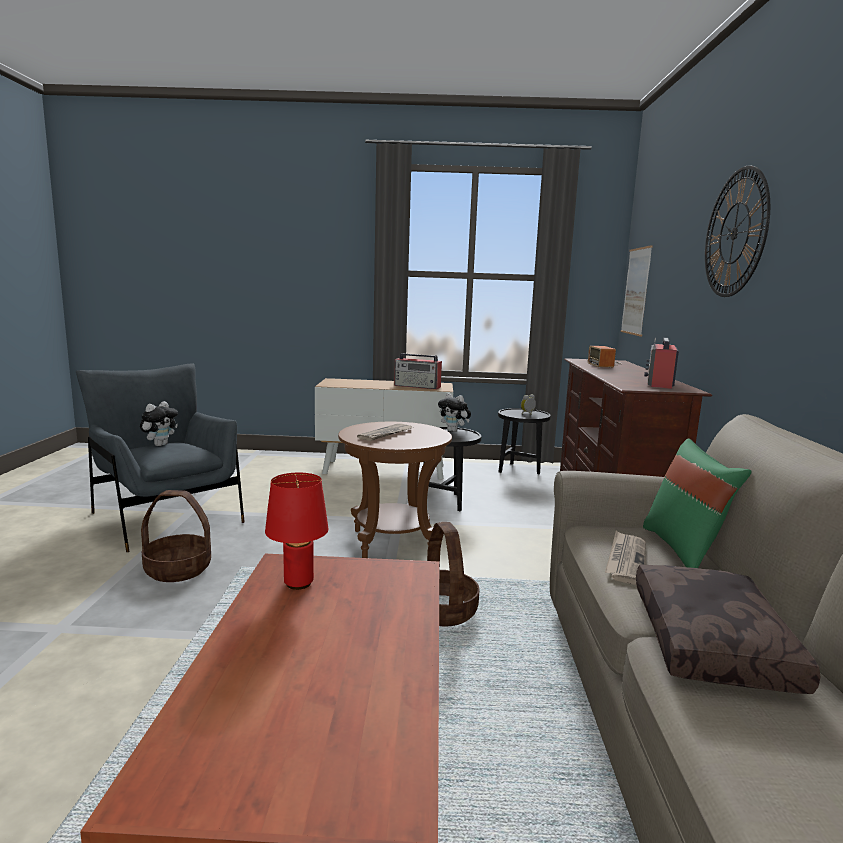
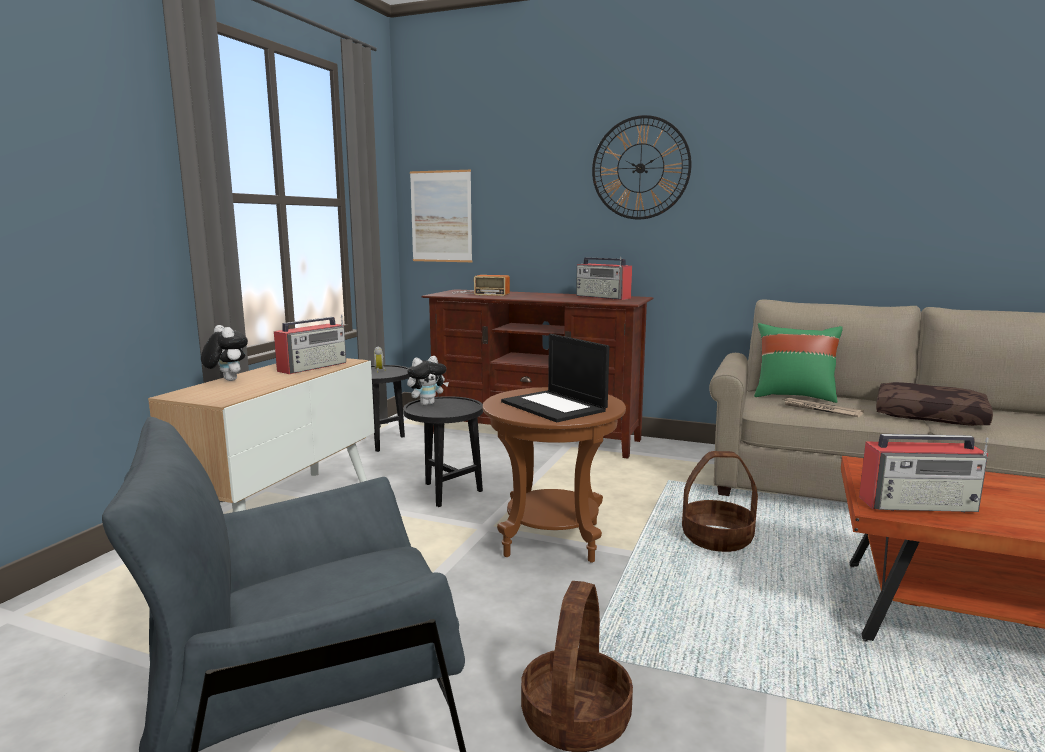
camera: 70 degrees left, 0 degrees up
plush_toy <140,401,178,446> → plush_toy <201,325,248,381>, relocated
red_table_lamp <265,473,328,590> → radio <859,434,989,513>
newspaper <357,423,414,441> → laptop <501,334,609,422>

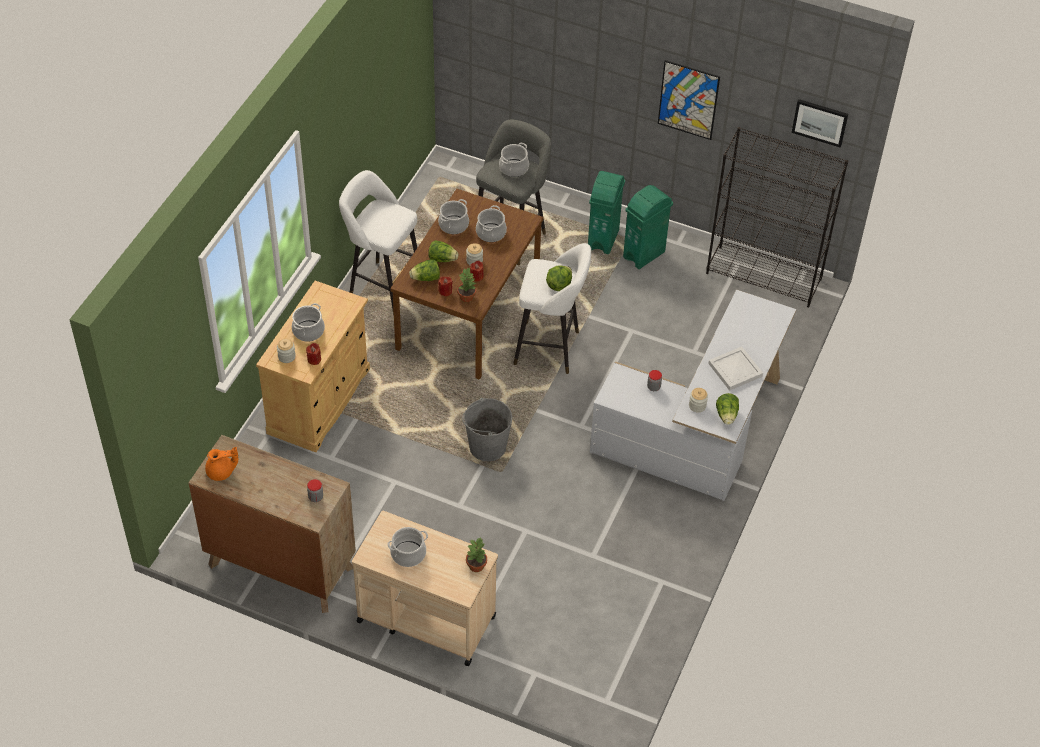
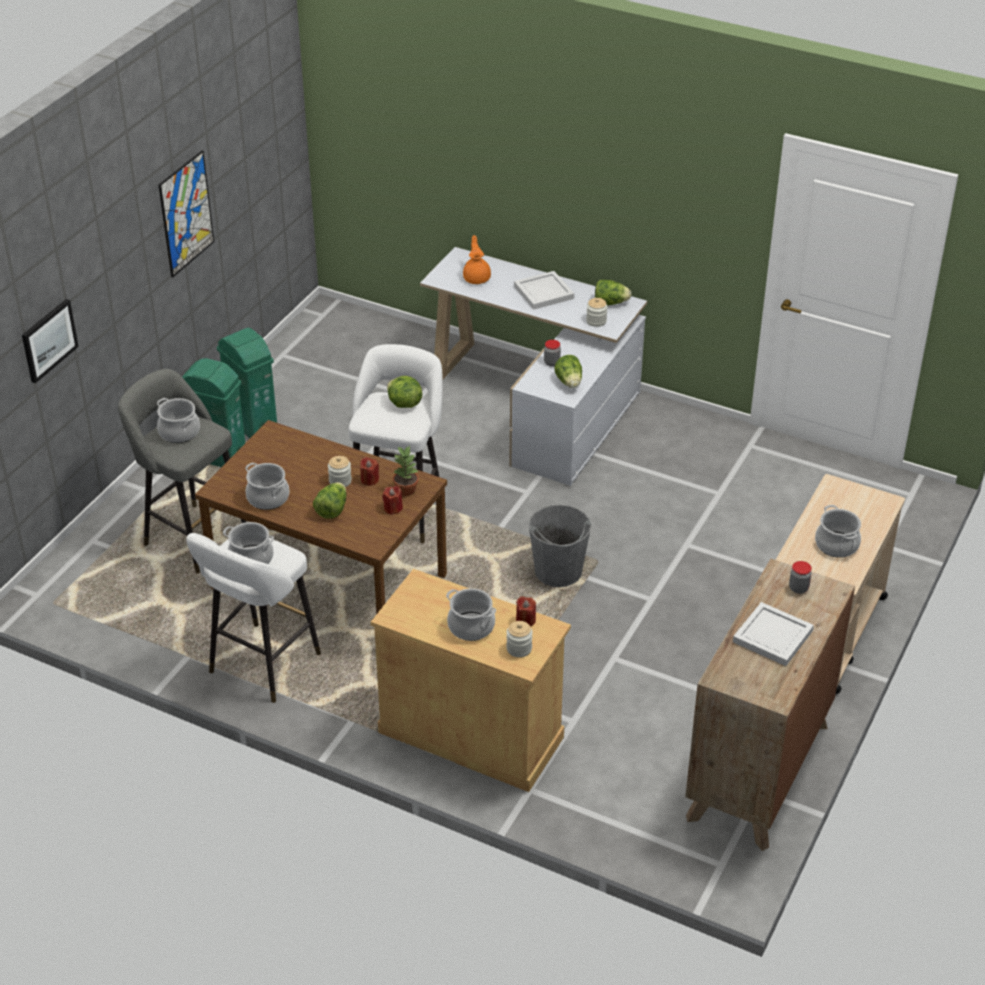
camera: 85 degrees left, 10 degrees down
potted_plant <466,537,487,572> → -
black_bookcase <706,127,848,308> → -
- → white_tray <733,602,814,666>
orange_teapot <205,447,238,481> → orange_teapot <463,235,491,284>, relocated
lettuce <409,259,440,281> → lettuce <555,355,582,388>, relocated
cooking_pot <476,205,507,242> → cooking_pot <223,522,274,564>, relocated
picture <792,99,848,148> → picture <22,299,79,383>, relocated

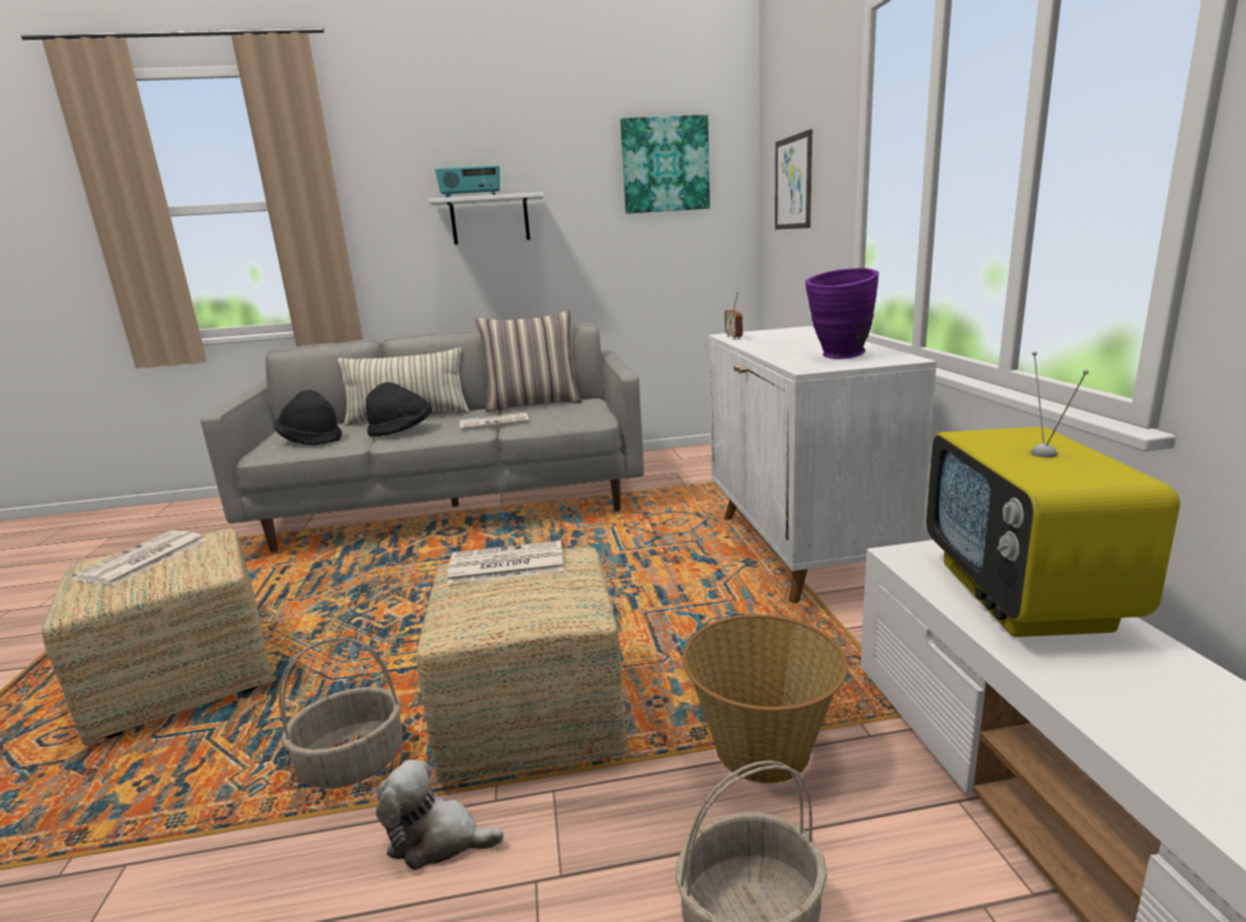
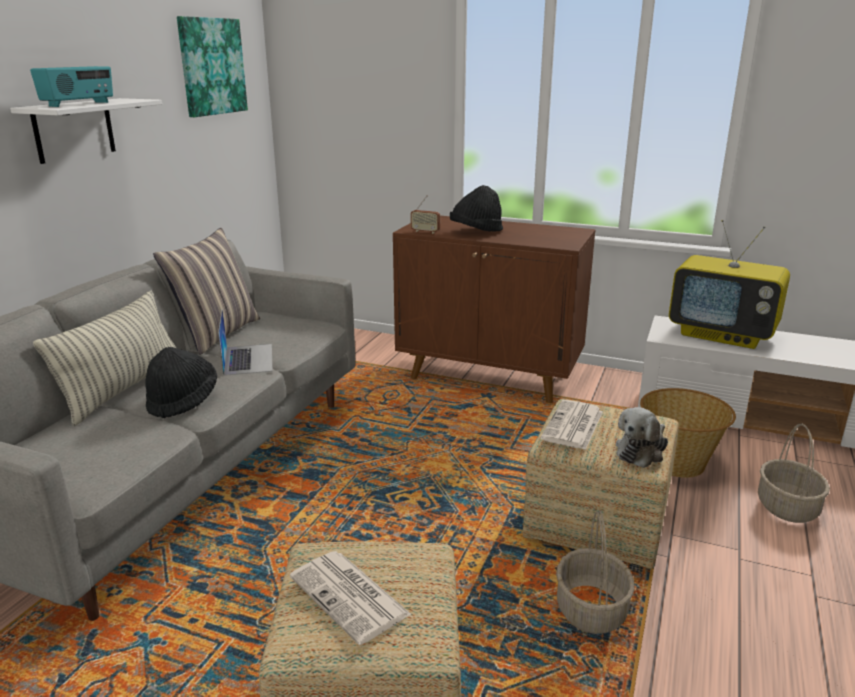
camera: 60 degrees left, 5 degrees up
picture <775,129,812,230> → -
purple_vase <805,268,879,359> → -
black_hat <274,390,342,445> → black_hat <450,185,503,232>, relocated
plush_toy <376,760,504,870> → plush_toy <616,407,668,468>, relocated
newspaper <460,412,529,430> → laptop <218,309,273,376>
white_cabinet <708,326,937,603> → brown_cabinet <393,216,596,403>

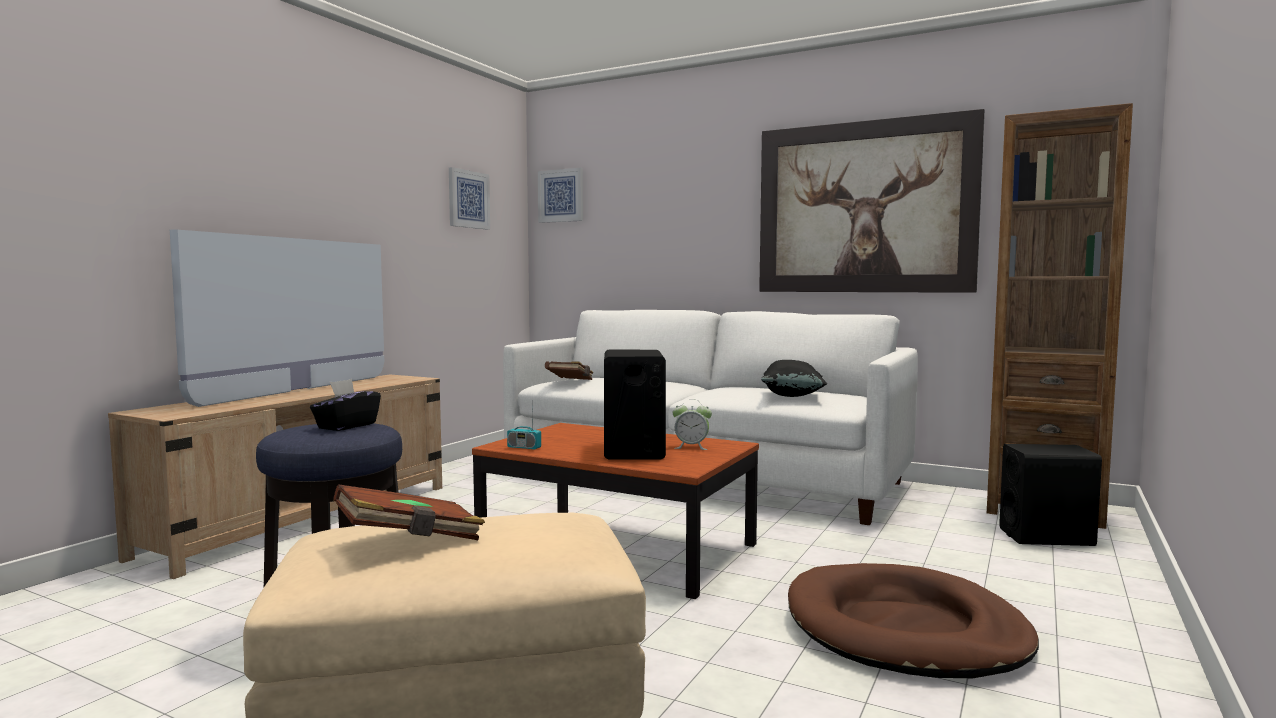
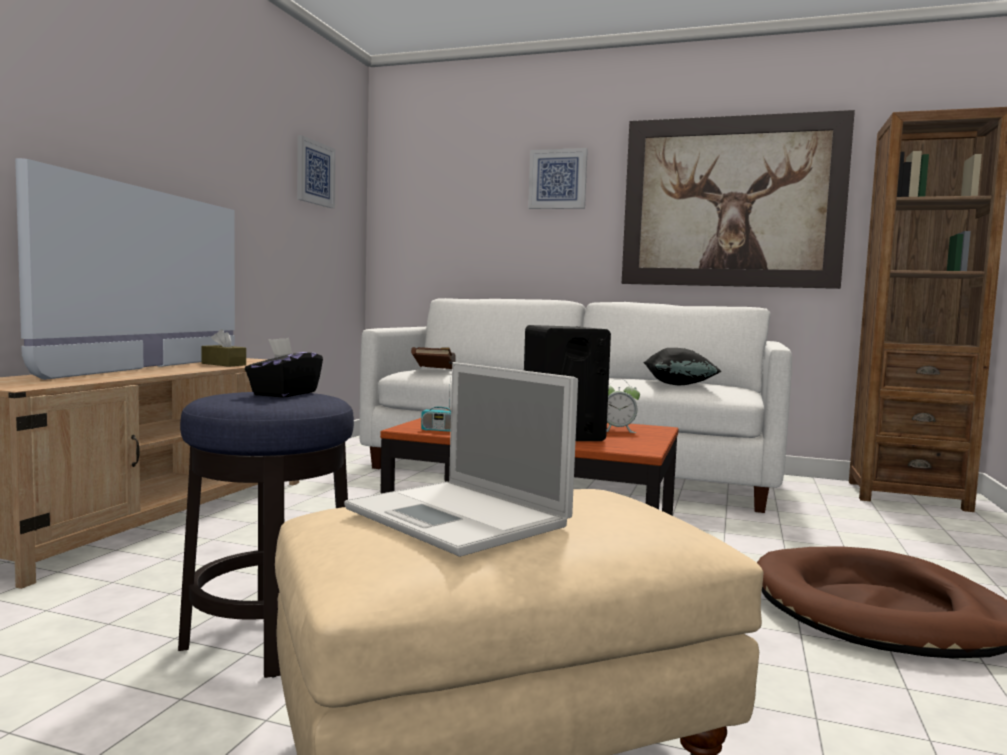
camera: 10 degrees left, 0 degrees up
black_speaker <999,444,1102,546> → -
- → brown_tissue_box <201,329,246,367>
picture <538,168,583,223> → picture <528,148,588,209>, relocated
brown_book <333,484,485,540> → laptop <344,362,578,557>

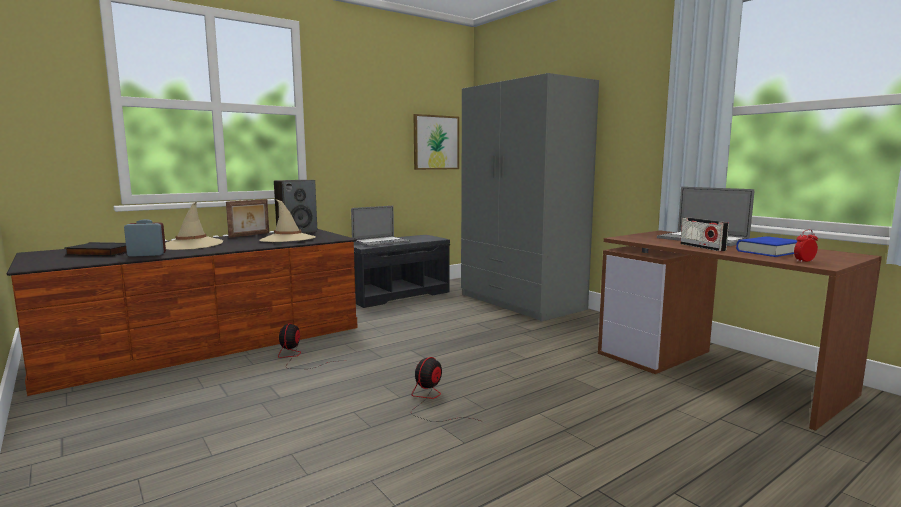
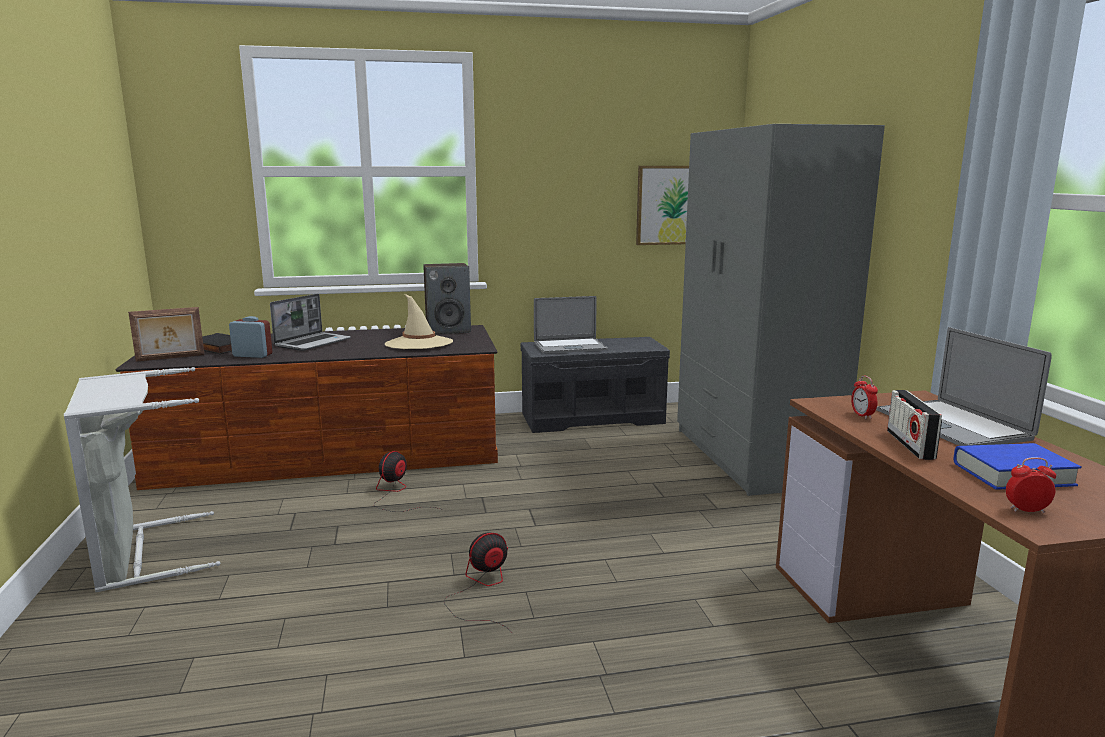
camera: 25 degrees right, 5 degrees up
- → grey_laundry_basket <64,367,220,592>
- → alarm_clock <851,376,878,419>
picture_frame <226,199,269,238> → picture_frame <128,307,205,362>, relocated
beige_hat <165,202,223,250> → laptop <270,294,351,351>

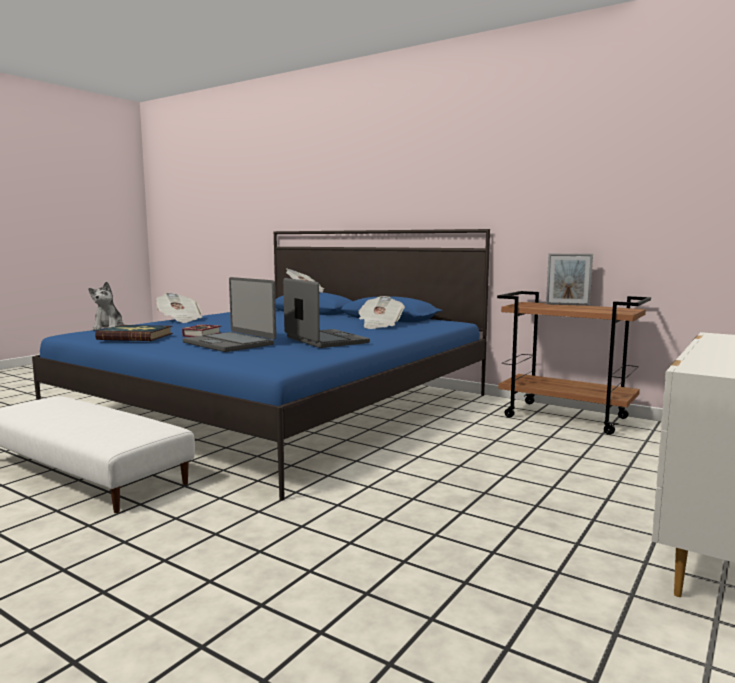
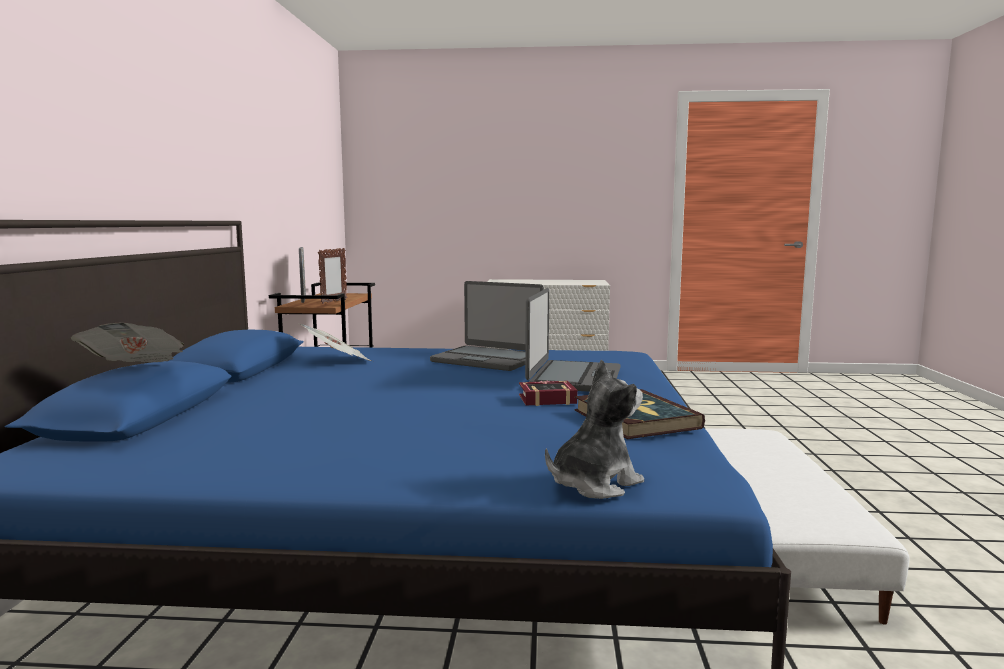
camera: 120 degrees left, 0 degrees up
newspaper <156,293,202,323> → -
- → picture_frame <318,248,347,304>
laptop <283,278,370,348> → laptop <430,281,544,371>, 90 degrees counterclockwise

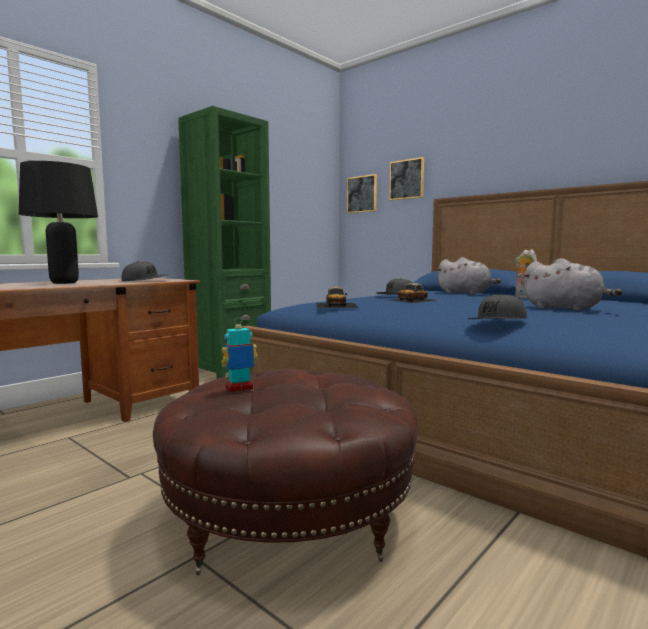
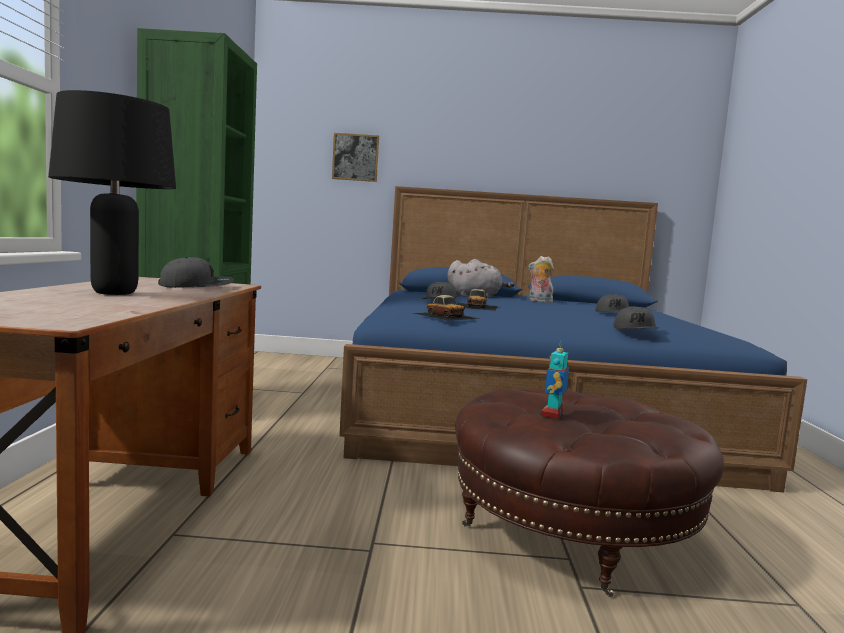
camera: 40 degrees left, 0 degrees up
picture <347,174,377,213> → -
grey_plush_toy <523,258,623,311> → grey_cap <595,294,629,312>

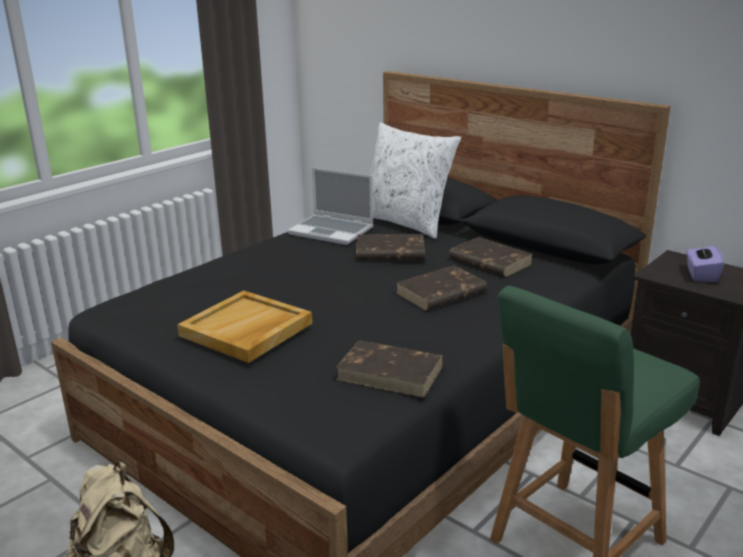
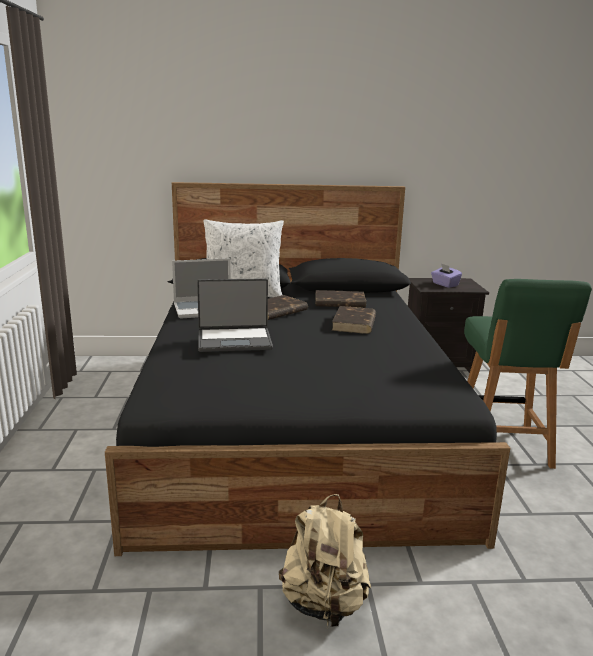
camera: 45 degrees left, 5 degrees down
beige_tray <177,290,312,363> → -
brown_book <336,340,444,398> → -
- → laptop <197,278,273,352>

